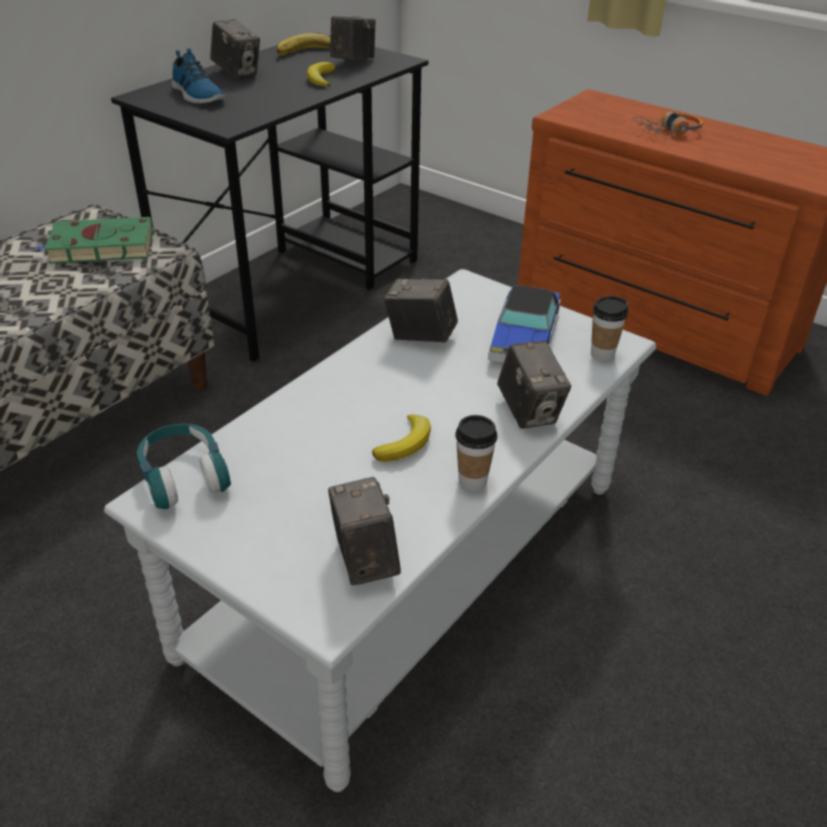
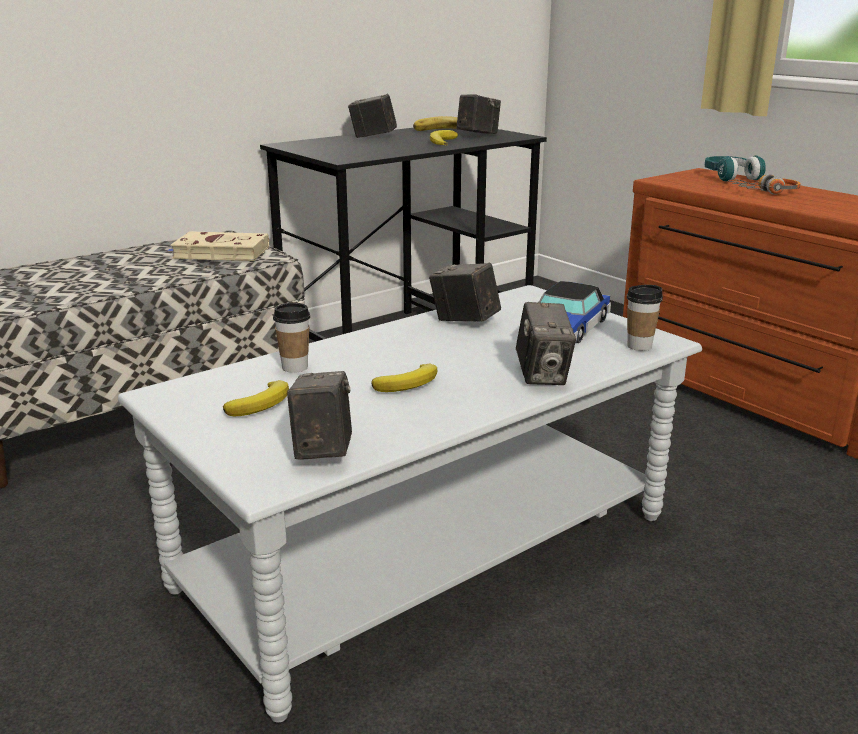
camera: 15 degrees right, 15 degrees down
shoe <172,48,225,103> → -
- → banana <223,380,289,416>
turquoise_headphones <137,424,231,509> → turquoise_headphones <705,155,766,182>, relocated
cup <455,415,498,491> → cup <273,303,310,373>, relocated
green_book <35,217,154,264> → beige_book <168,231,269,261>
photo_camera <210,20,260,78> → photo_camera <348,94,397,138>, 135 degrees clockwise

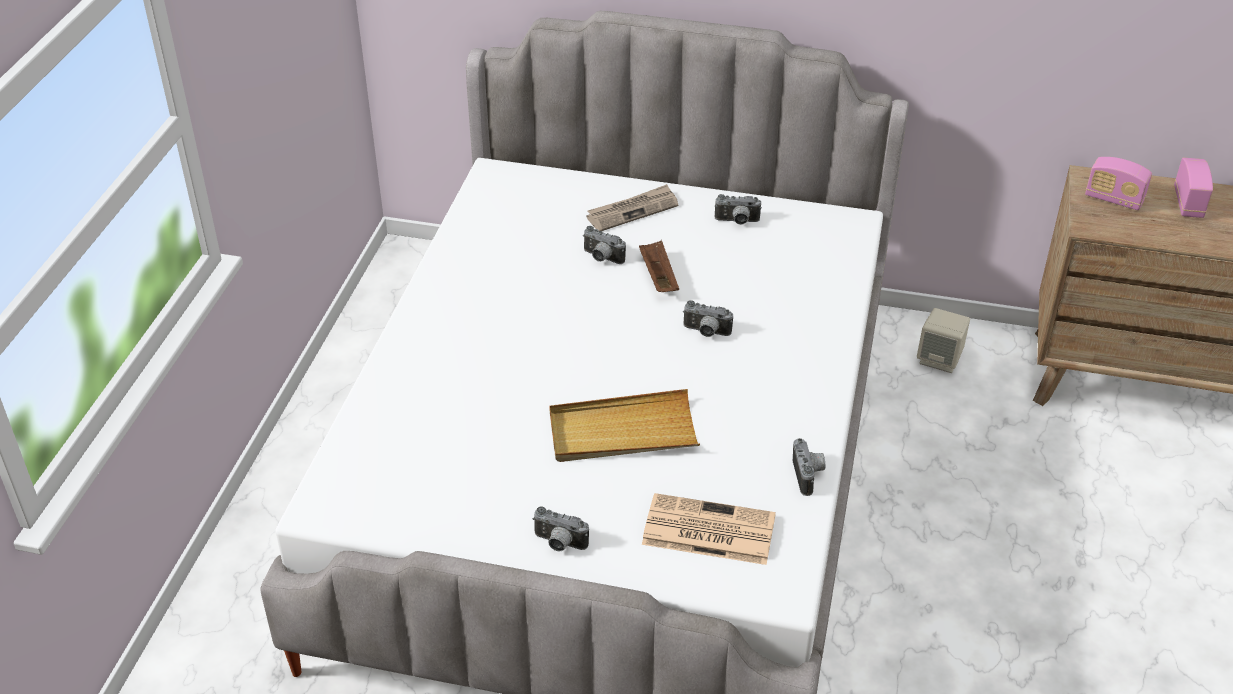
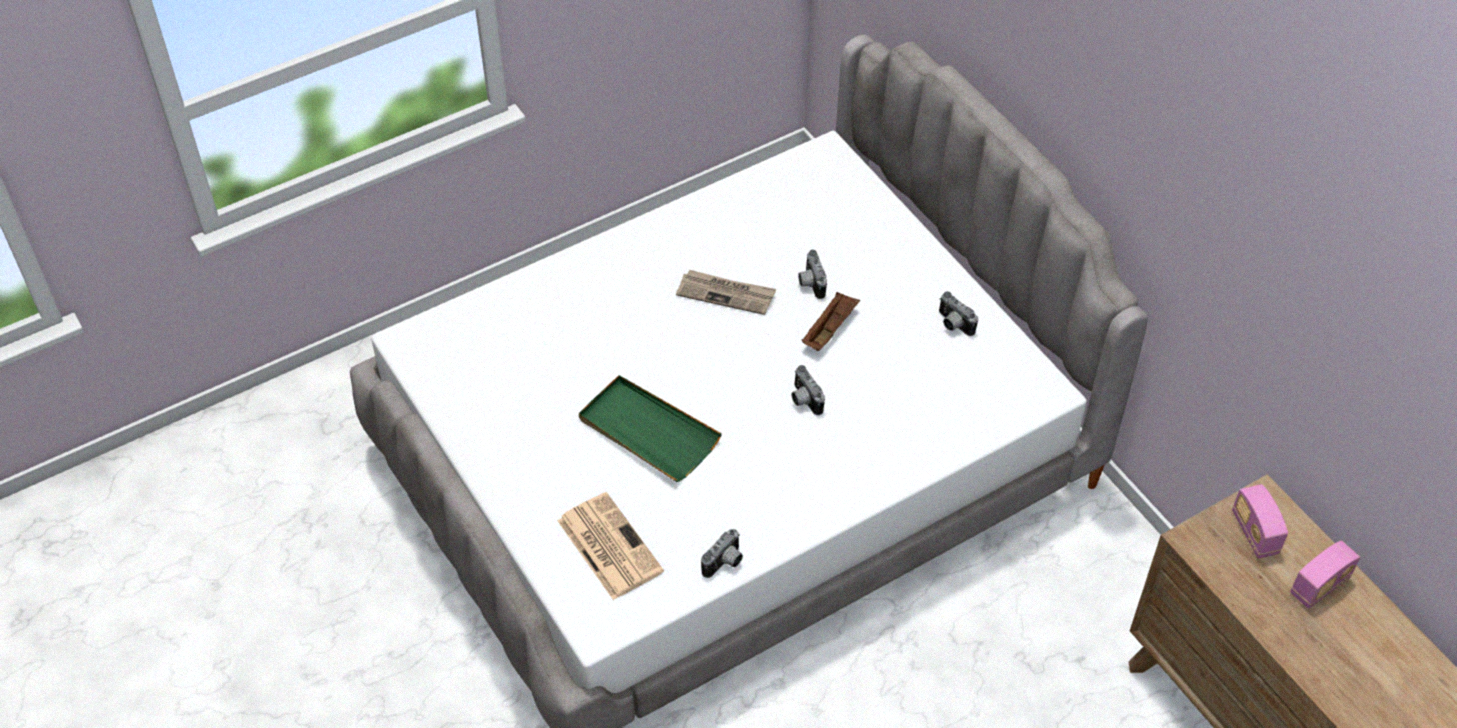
camera: 45 degrees right, 10 degrees up
photo_camera <532,506,589,552> → -
beige_speaker <917,308,970,373> → -
newspaper <587,184,678,231> → newspaper <676,270,776,315>, relocated
beige_tray <549,389,700,462> → green_tray <579,375,722,482>

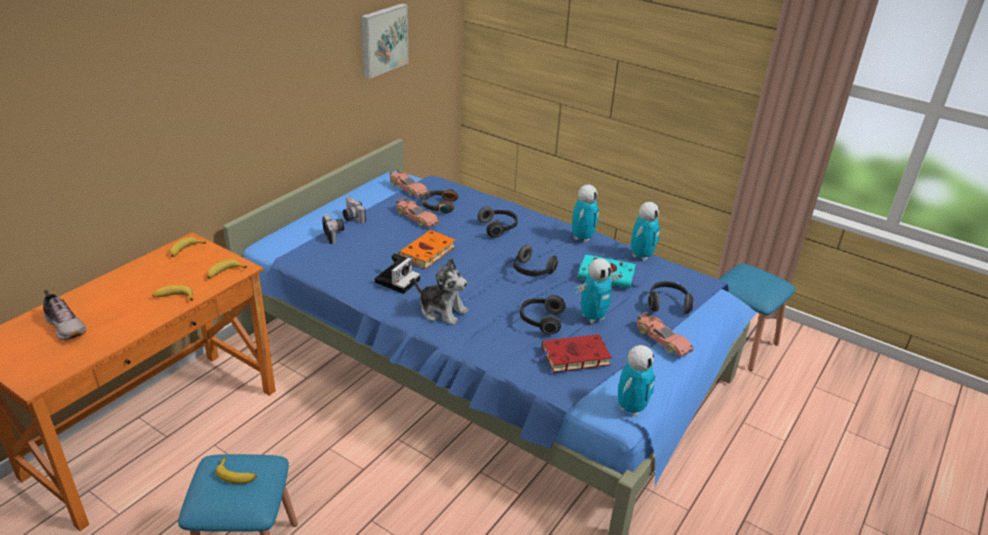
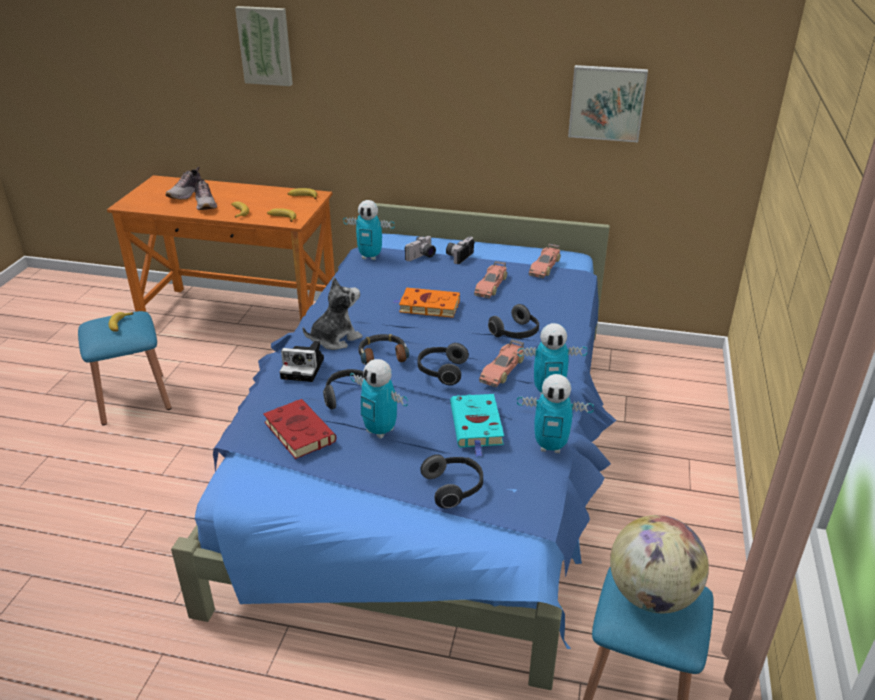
camera: 70 degrees right, 0 degrees up
- → shoe <195,176,217,210>
- → picture <235,6,293,86>
- → globe <610,515,709,613>
photo_camera <375,253,420,294> → photo_camera <279,340,324,382>, relocated
headphones <422,189,458,214> → headphones <358,334,409,365>, relocated
toy_robot <618,345,655,416> → toy_robot <343,200,395,260>, relocated
toy_car <637,312,693,358> → toy_car <479,339,524,387>, relocated
plush_toy <415,258,469,325> → plush_toy <303,277,363,350>, 135 degrees counterclockwise

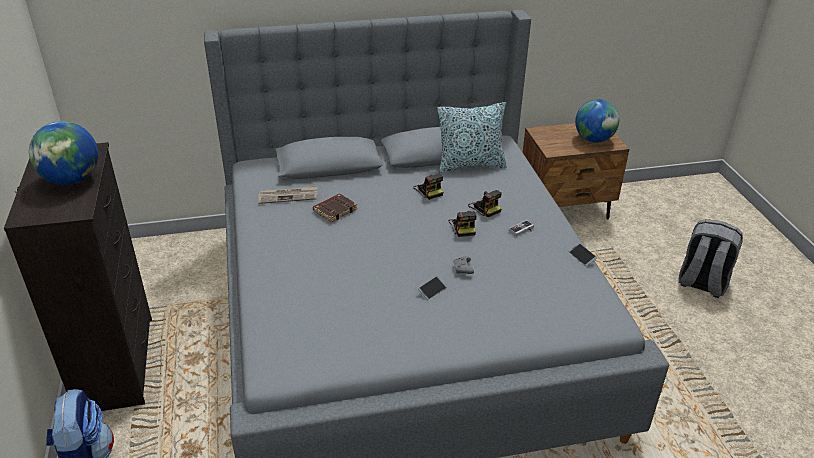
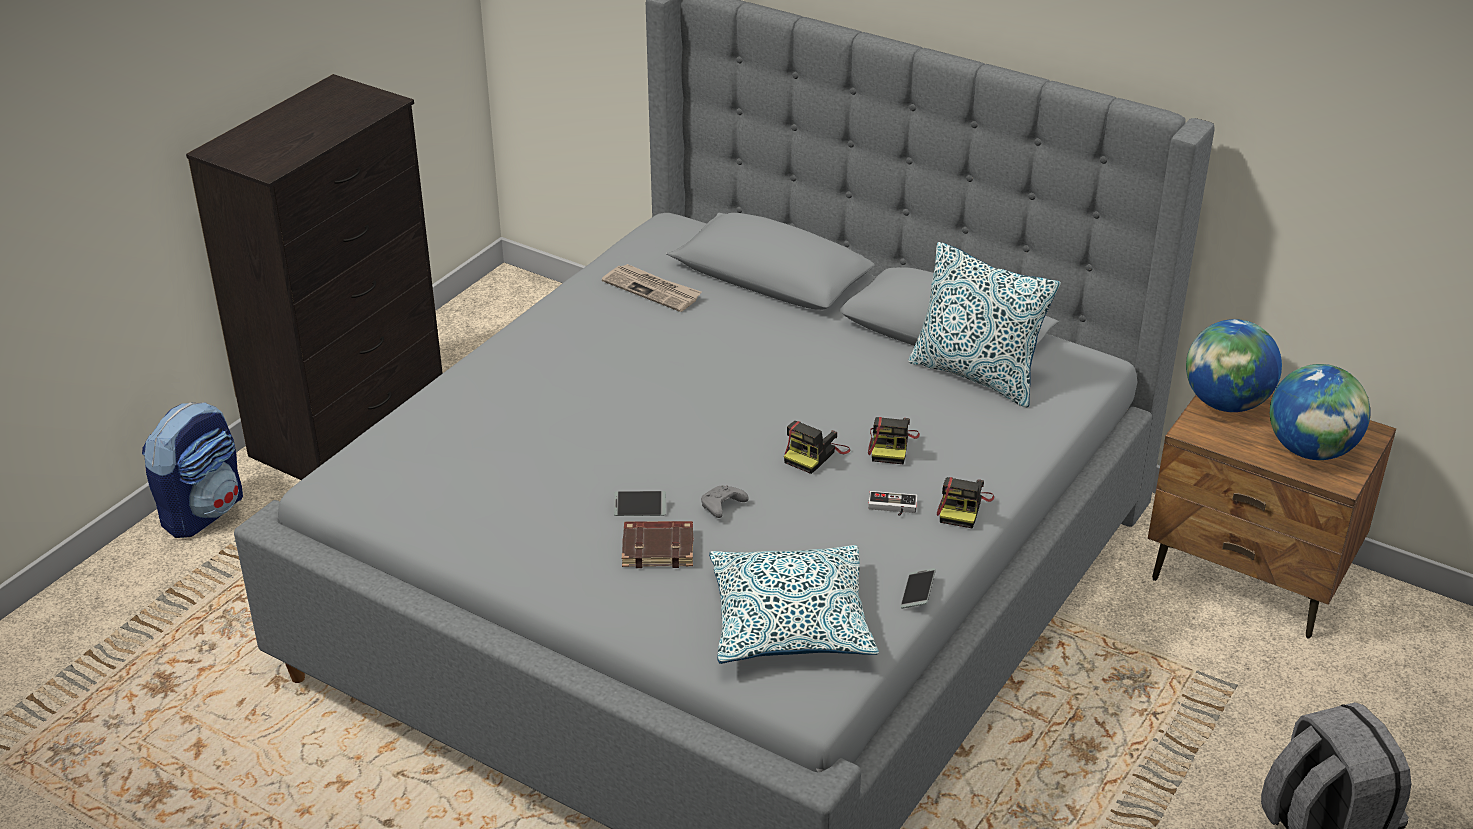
camera: 45 degrees right, 0 degrees up
- → pillow <709,545,879,664>
globe <29,121,98,185> → globe <1186,319,1282,412>, relocated
brown_book <313,194,357,223> → brown_book <622,521,694,568>, relocated
photo_camera <413,174,443,200> → photo_camera <937,477,994,529>, relocated

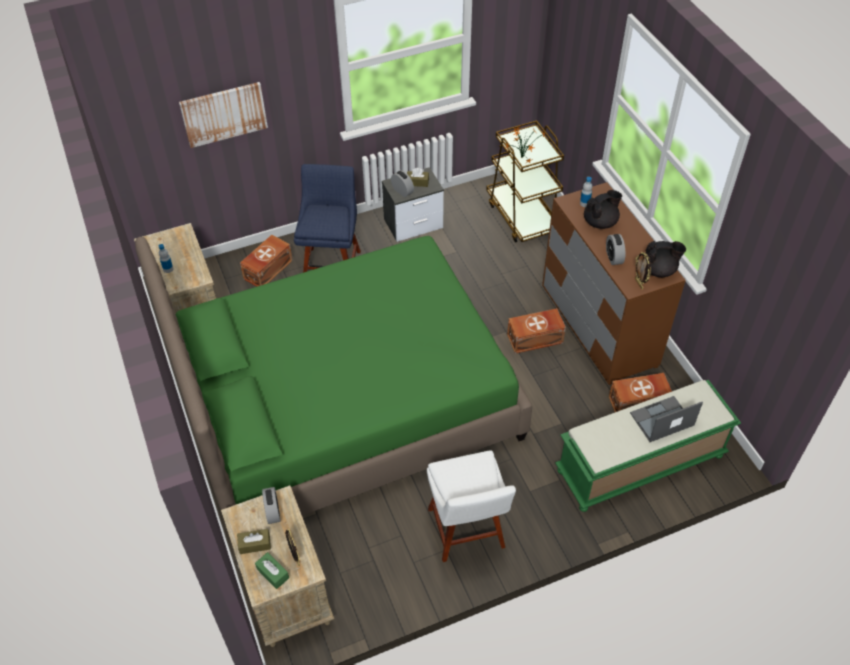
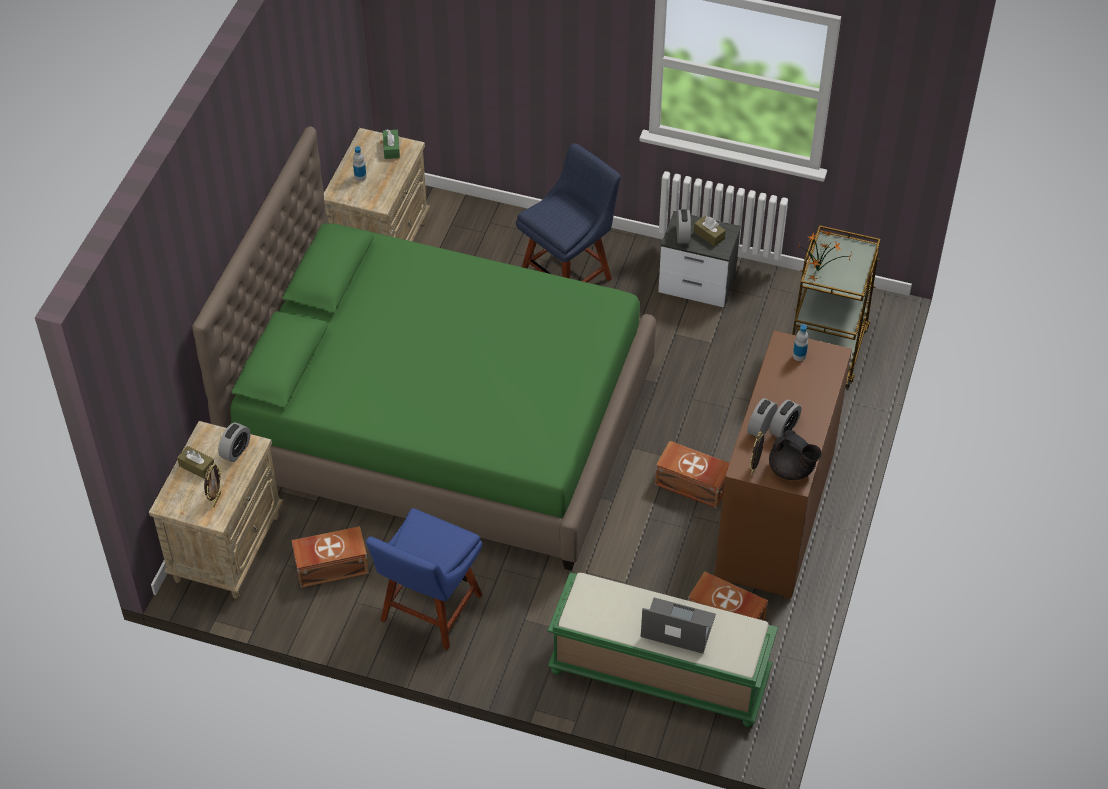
camera: 40 degrees right, 0 degrees up
picture <179,82,268,148> → -
black_teapot <584,190,622,229> → -
- → alarm_clock <769,399,801,438>
brown_storage_box <240,235,293,287> → brown_storage_box <292,526,369,588>, relocated
green_tissue_box <255,552,289,589> → green_tissue_box <383,129,400,159>, relocated
white_chair <427,450,516,562> → blue_chair <366,508,482,650>

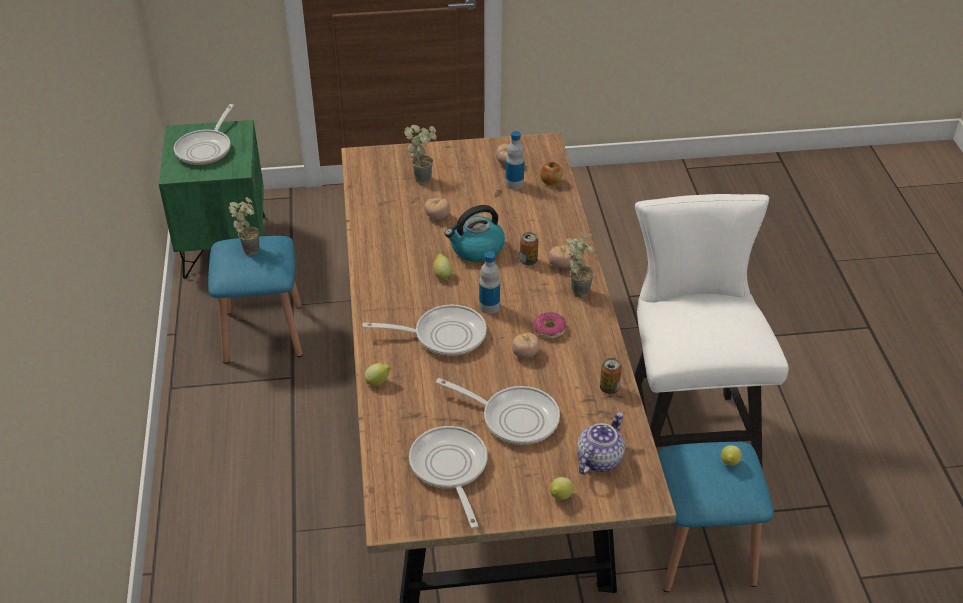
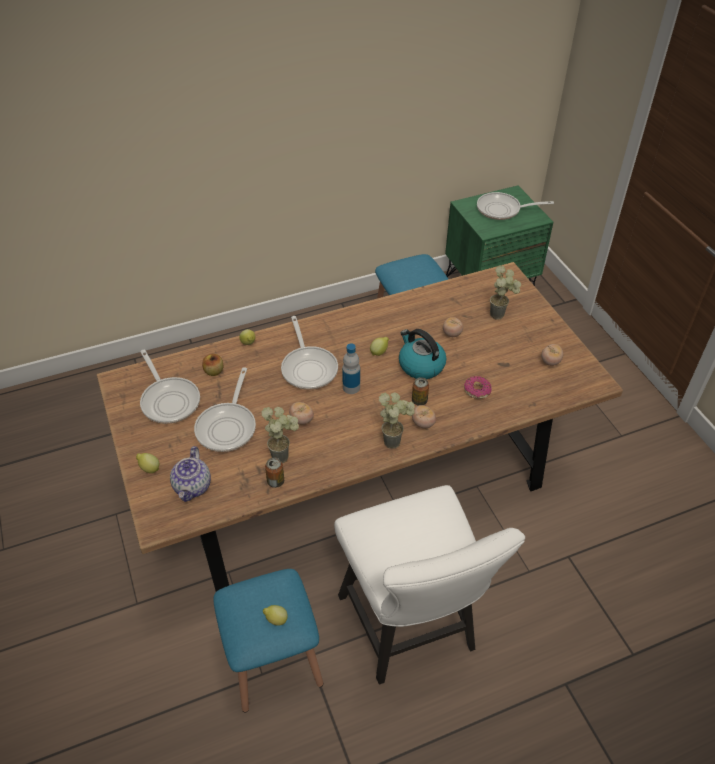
camera: 75 degrees right, 5 degrees up
bottle <505,131,525,190> → -
potted_plant <229,197,259,255> → potted_plant <261,407,299,463>, relocated
donut <534,312,566,339> → donut <464,376,492,399>, relocated
apple <540,162,563,186> → apple <202,354,223,376>, relocated
frying_pan <409,426,487,529> → frying_pan <140,350,200,424>, 90 degrees clockwise
teapot <577,412,625,475> → teapot <170,446,211,502>, 75 degrees clockwise
white_chair <634,194,789,467> → white_chair <334,485,525,684>, 90 degrees clockwise

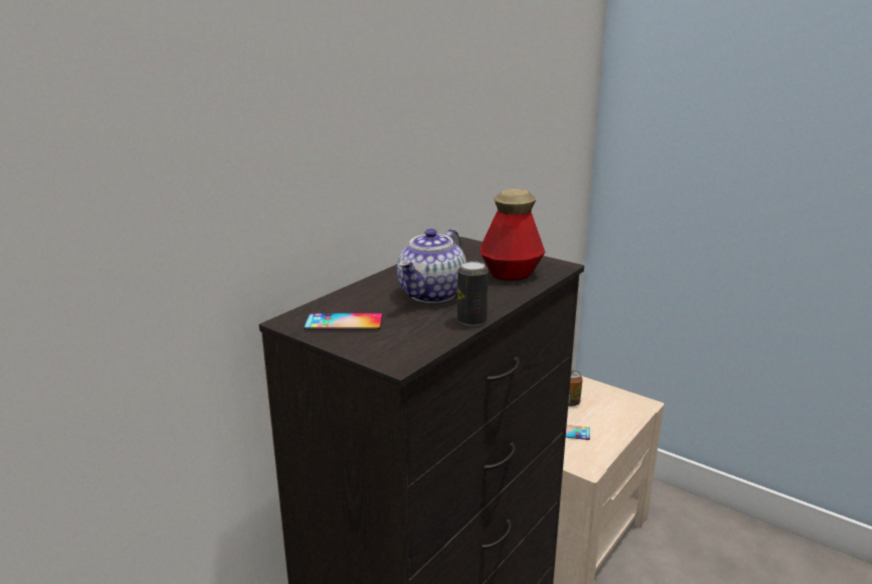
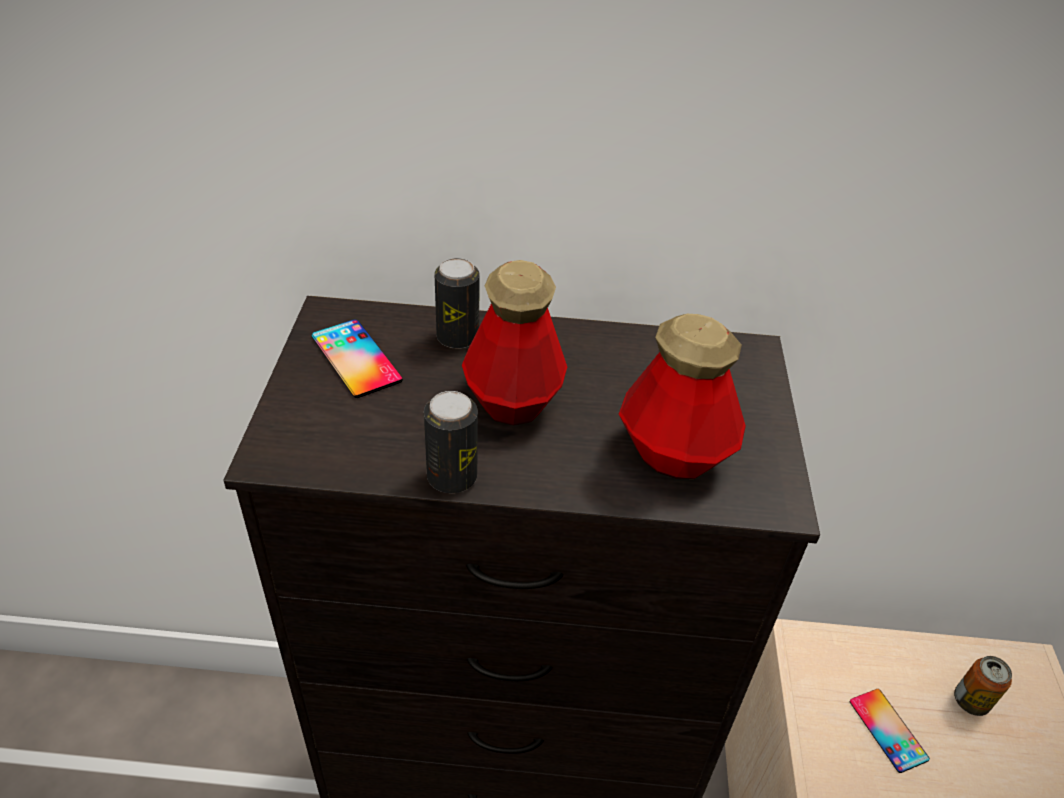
camera: 55 degrees right, 20 degrees up
- → can <435,258,480,349>
teapot <397,229,466,303> → bottle <462,260,567,425>

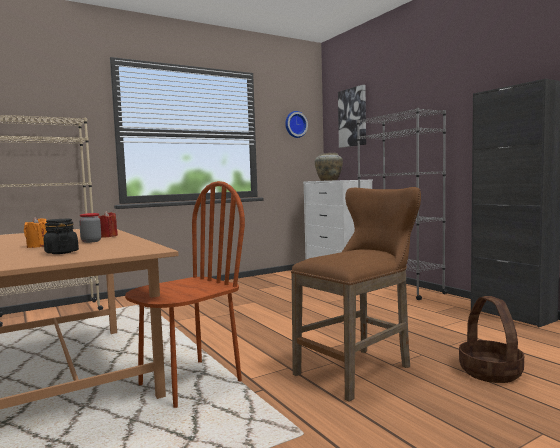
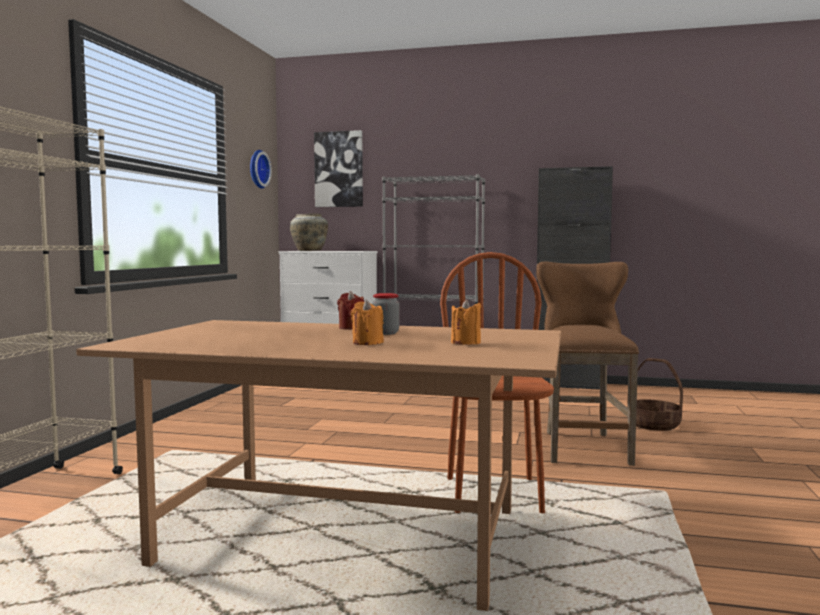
camera: 45 degrees left, 0 degrees up
black_jar <44,219,79,254> → orange_candle <451,299,481,345>

